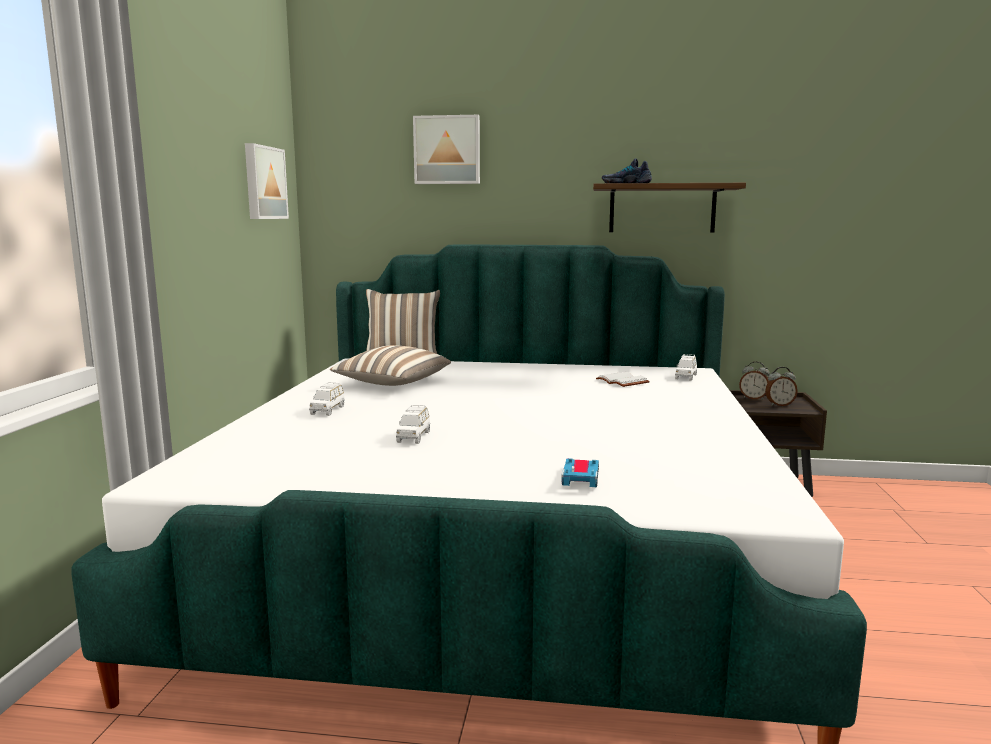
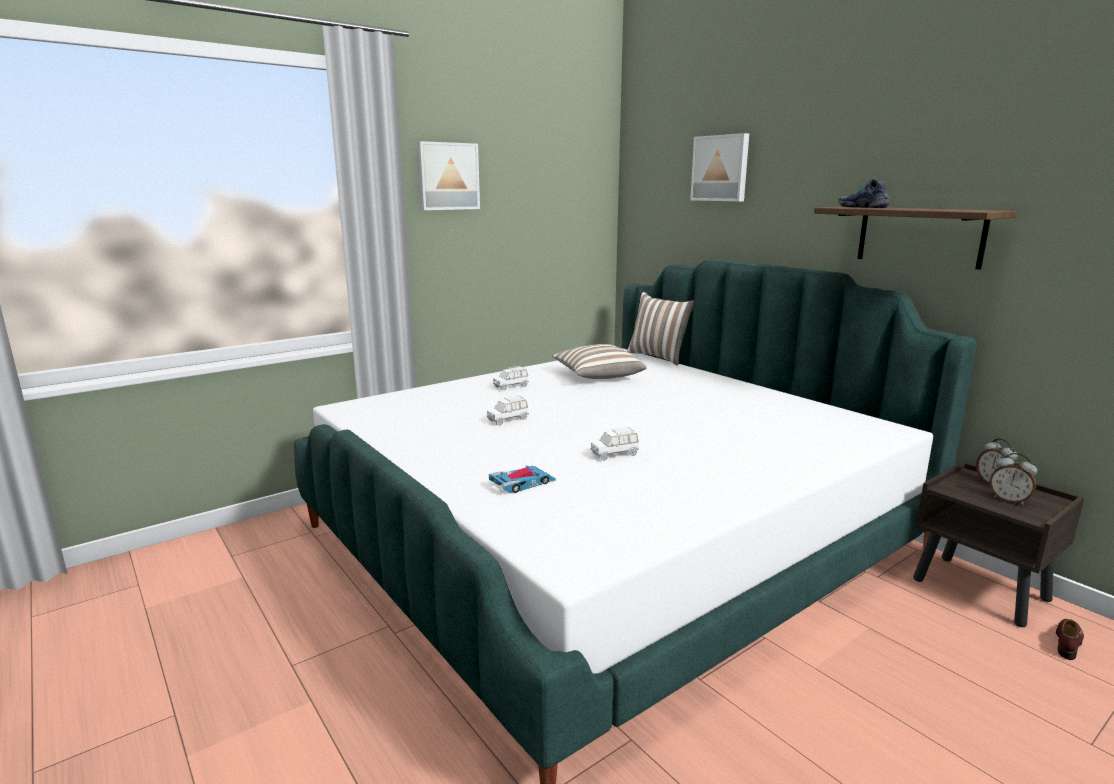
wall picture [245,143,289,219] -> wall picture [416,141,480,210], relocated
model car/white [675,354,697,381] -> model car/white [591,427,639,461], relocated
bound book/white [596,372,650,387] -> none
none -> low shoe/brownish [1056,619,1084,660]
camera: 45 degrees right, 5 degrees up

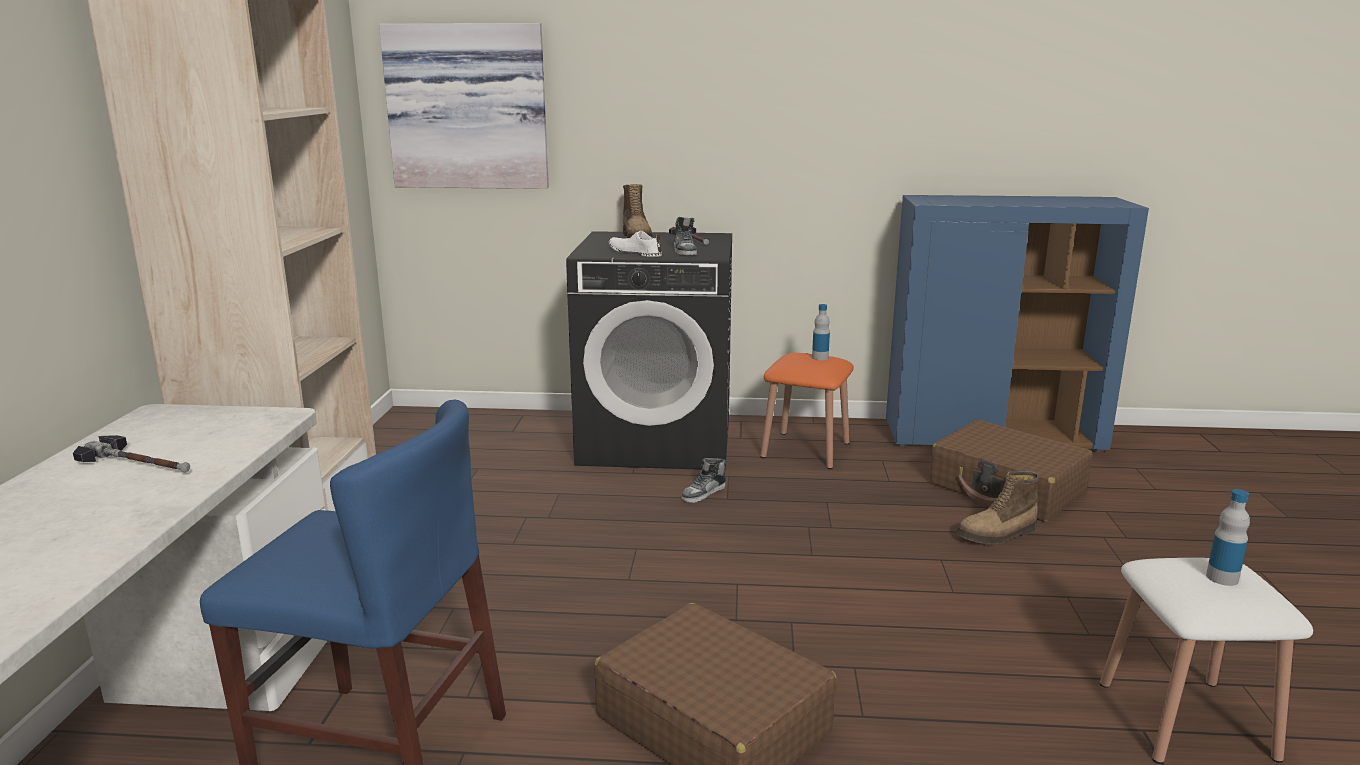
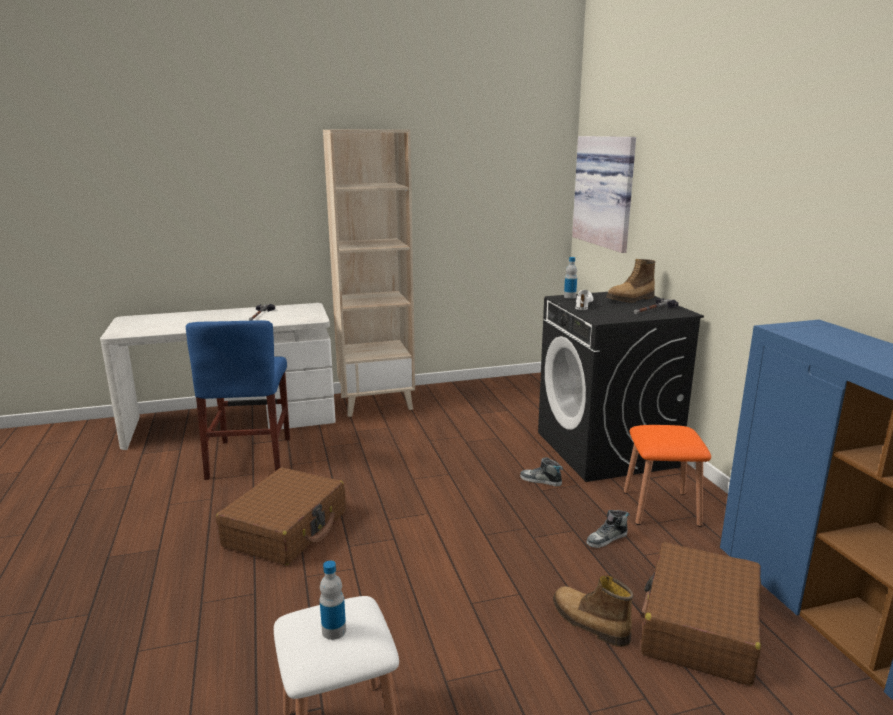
low shoe [674,217,697,255] -> low shoe [586,510,630,548], relocated
beverage bottle [812,304,830,360] -> beverage bottle [564,257,577,299], relocated
camera: 70 degrees right, 0 degrees up

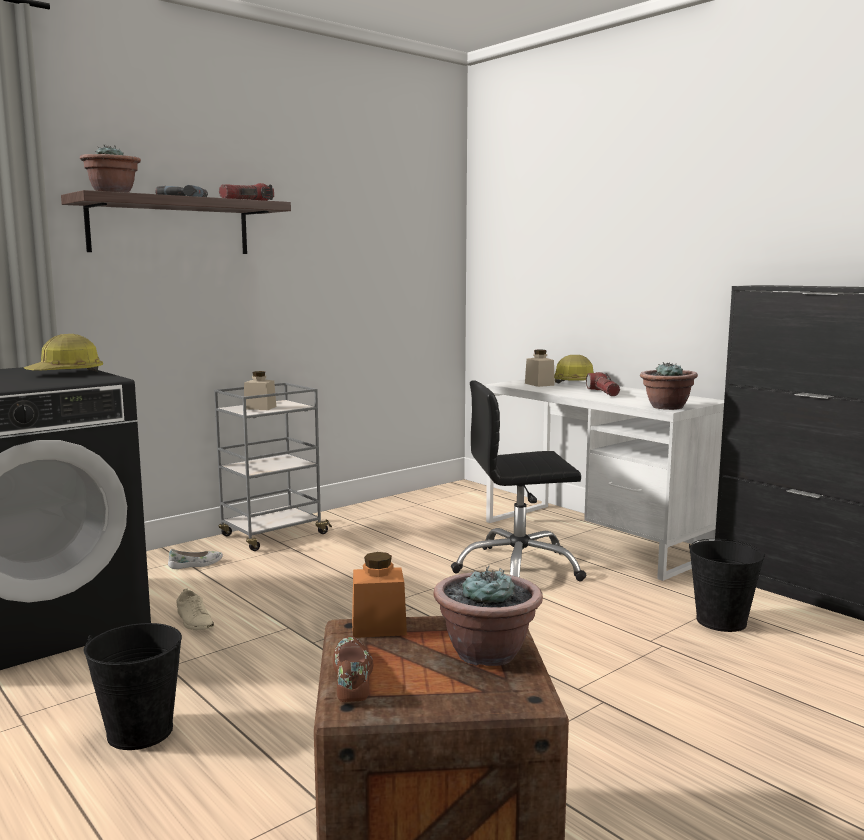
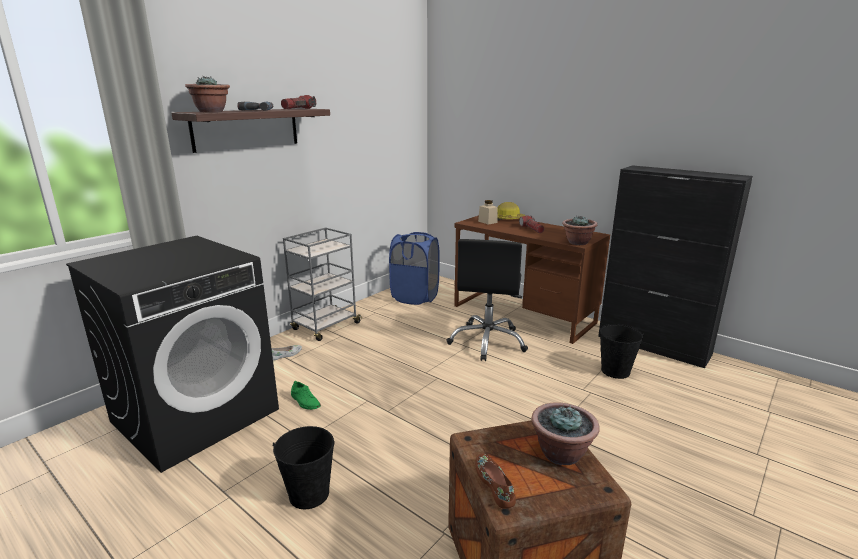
hard hat [24,334,103,372] -> none
jar/beige-coloured [244,371,276,410] -> none
desk/white [486,379,724,581] -> desk/brownish [454,215,610,344]
computer chair/black [451,380,586,582] -> computer chair/black [446,239,528,361], 60 degrees counterclockwise
jar/orange [352,552,407,638] -> none
low shoe/beige-coloured [176,588,214,630] -> low shoe/greenish [291,381,321,410]
none -> washing basket/blue [389,232,439,305]
camera: 10 degrees left, 10 degrees up

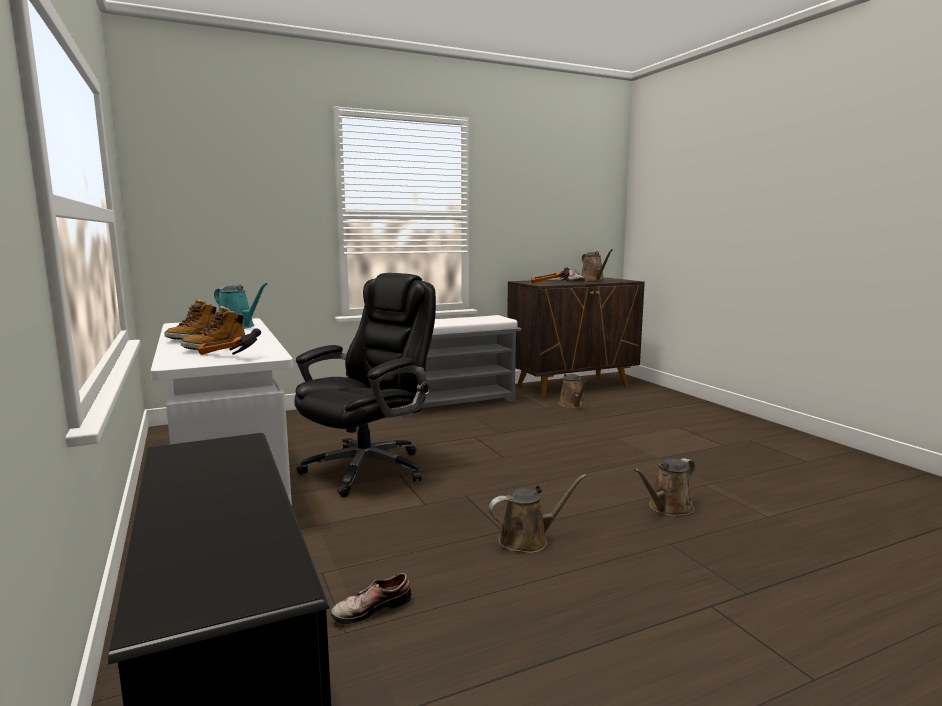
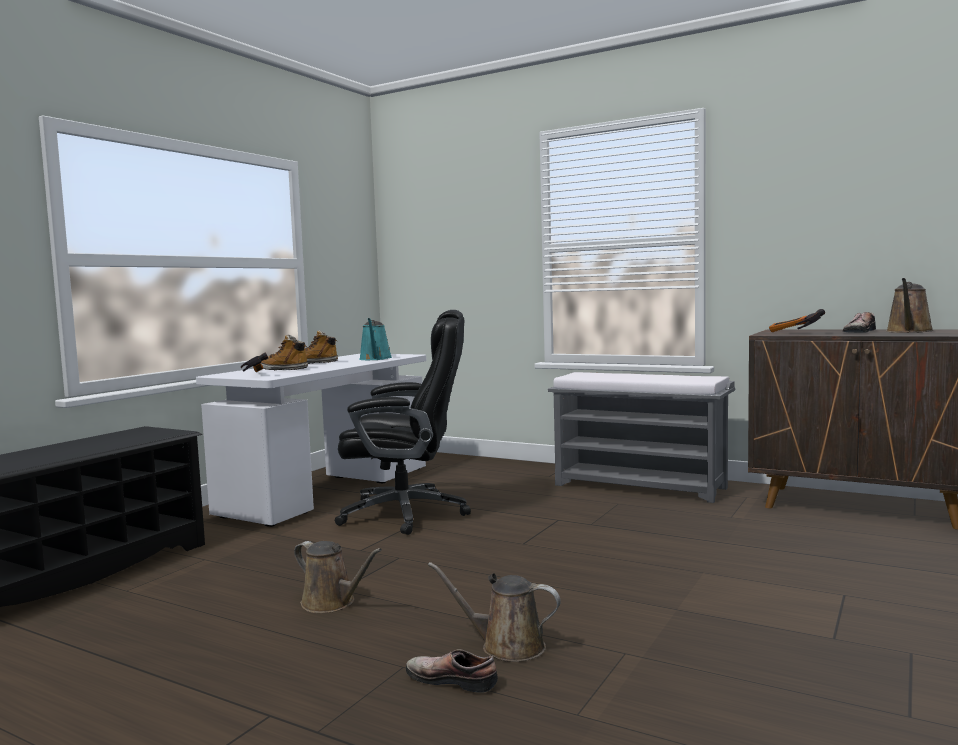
sprinkling can/brownish [559,373,588,408] -> none
low shoe [331,573,411,624] -> low shoe [406,650,498,693], relocated
camera: 55 degrees right, 5 degrees down

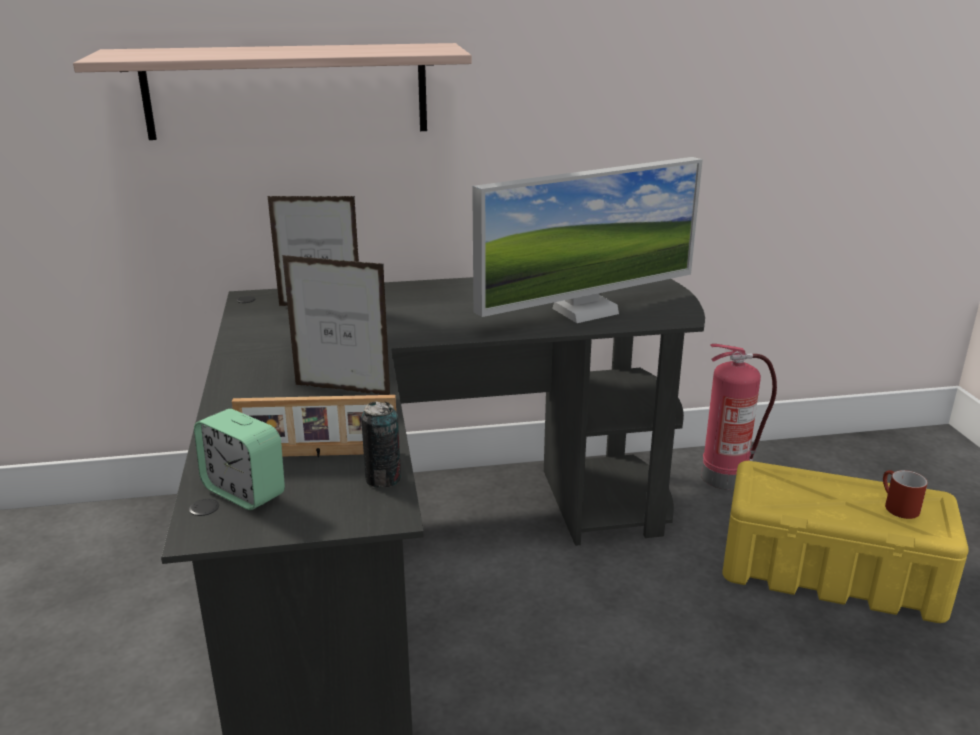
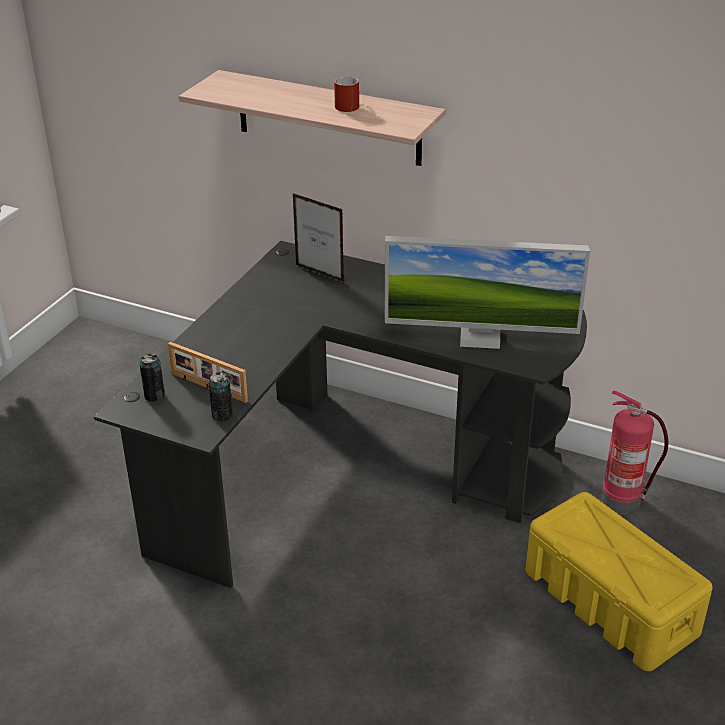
photo frame [282,255,390,395] -> none
alarm clock [194,409,285,510] -> metal can [139,354,165,402]
coffee mug/reddish [883,470,928,519] -> coffee mug/reddish [334,76,359,112], relocated
camera: 35 degrees right, 10 degrees up

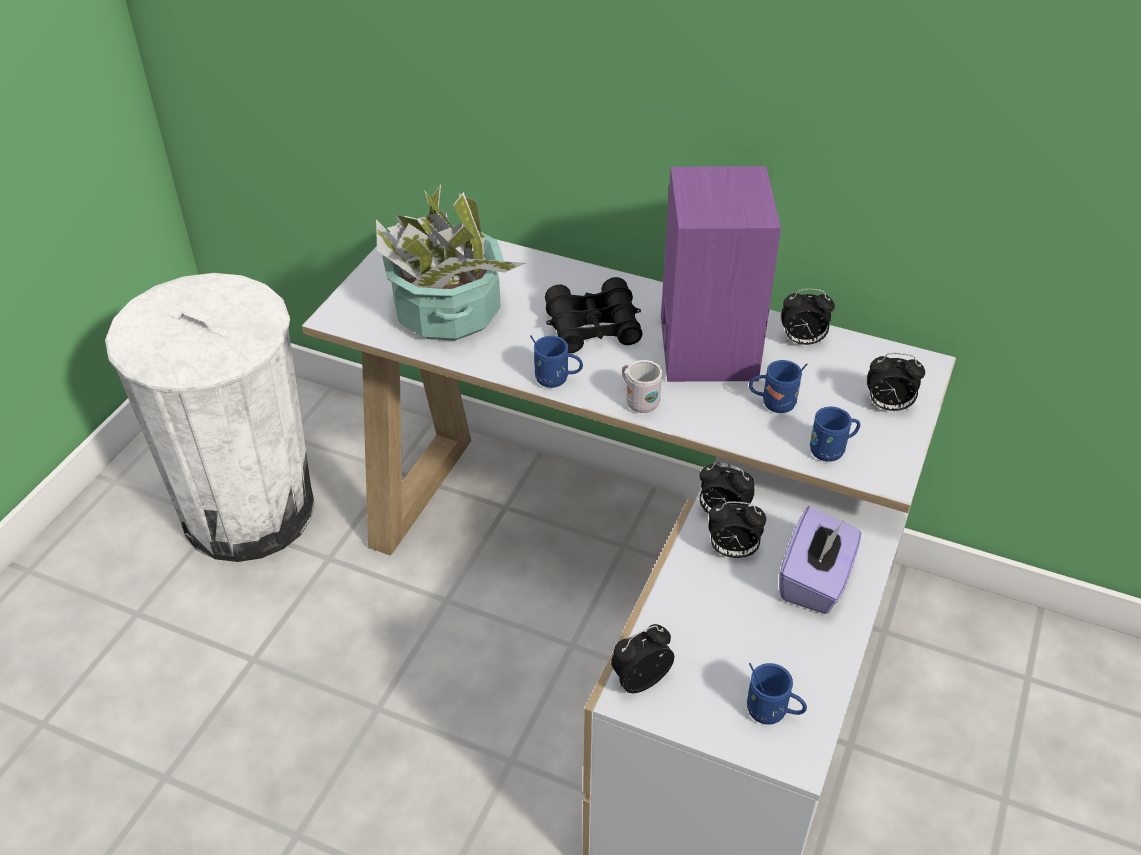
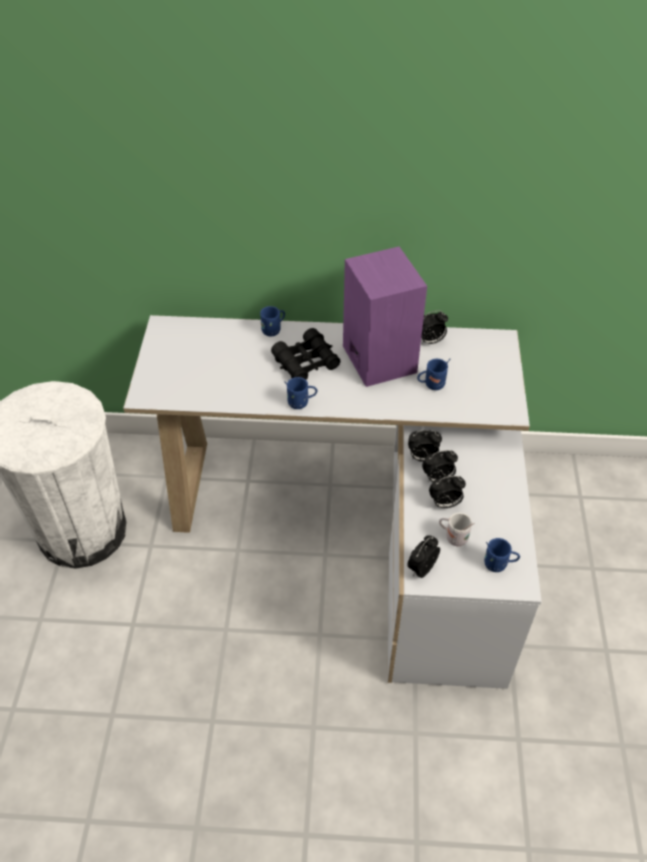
plant in a pot [376,185,526,341] -> none
alarm clock [867,353,925,411] -> alarm clock [429,476,466,508], relocated
coffee mug/white [622,360,662,413] -> coffee mug/white [439,513,475,546], relocated
coffee mug/blue [810,407,860,462] -> coffee mug/blue [260,306,285,336], relocated
box of tissues/purple-coloured [779,506,861,614] -> none
camera: 20 degrees left, 5 degrees up

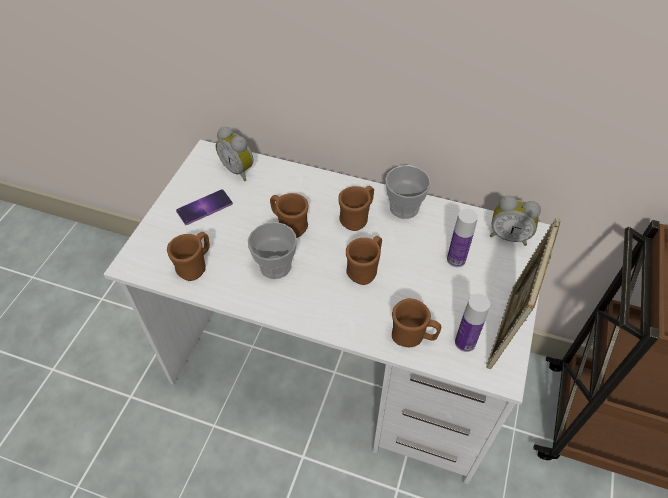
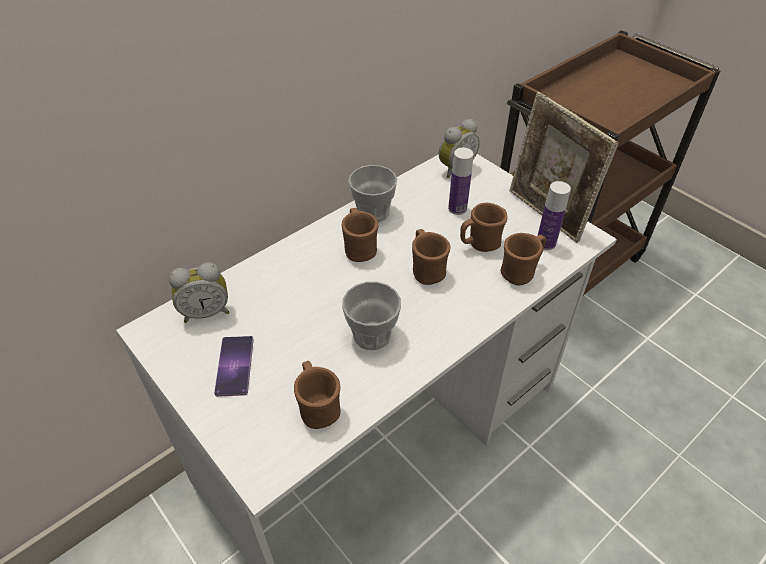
coffee mug/brownish [270,193,308,238] -> coffee mug/brownish [460,203,508,252], relocated
camera: 60 degrees left, 5 degrees down

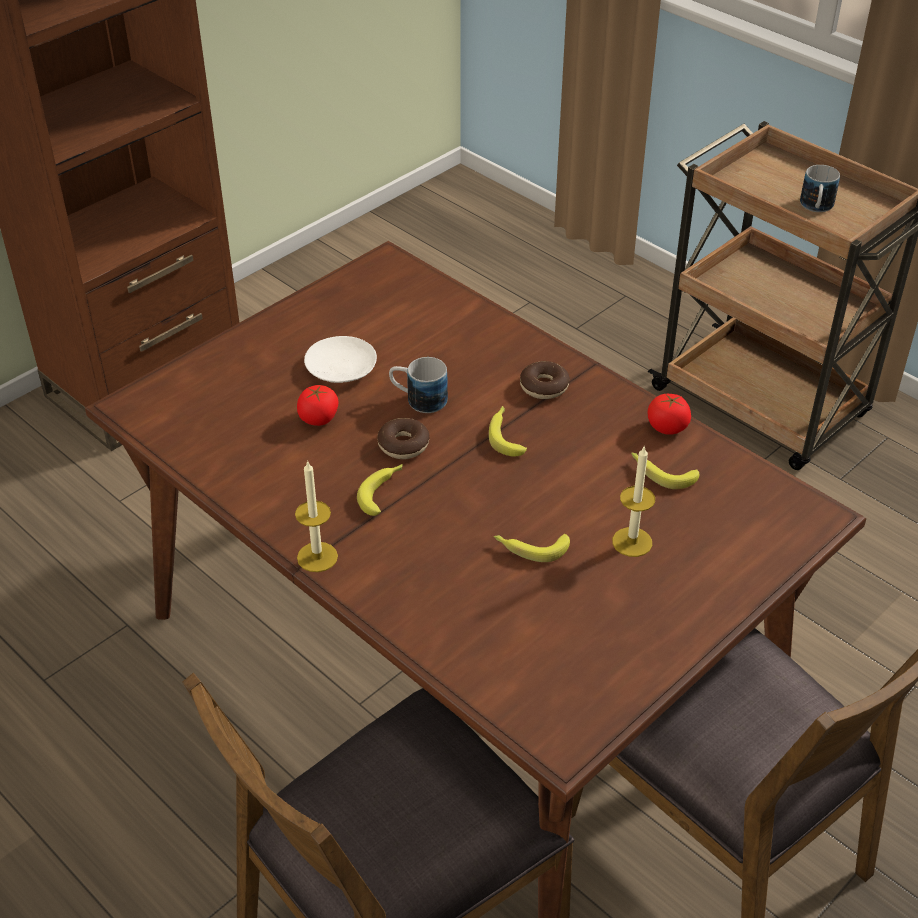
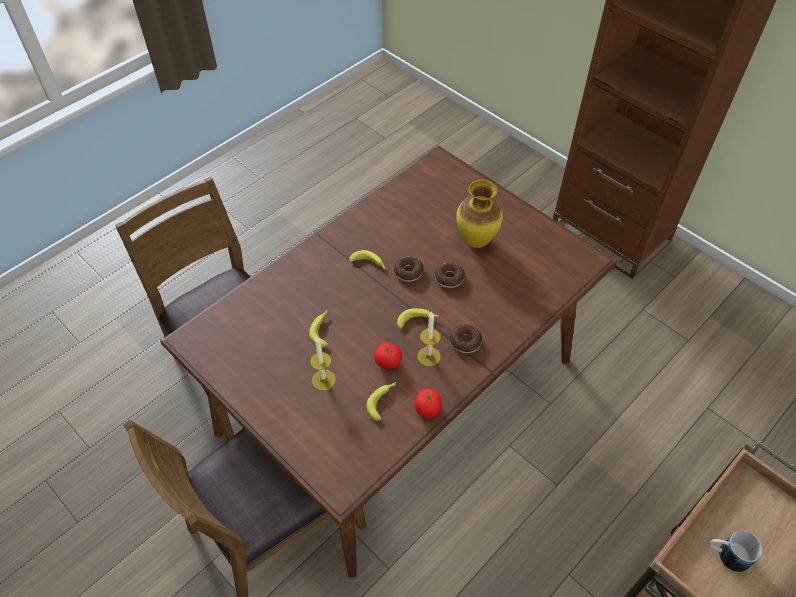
dinner plate/white [304,336,377,383] -> vase [456,179,503,248]
coffee mug [389,357,448,413] -> doughnut [434,262,465,288]
fresh tomato [297,385,338,426] -> fresh tomato [374,343,402,369], relocated
candle [295,460,338,572] -> candle [417,312,441,367], relocated
camera: 90 degrees right, 10 degrees up

